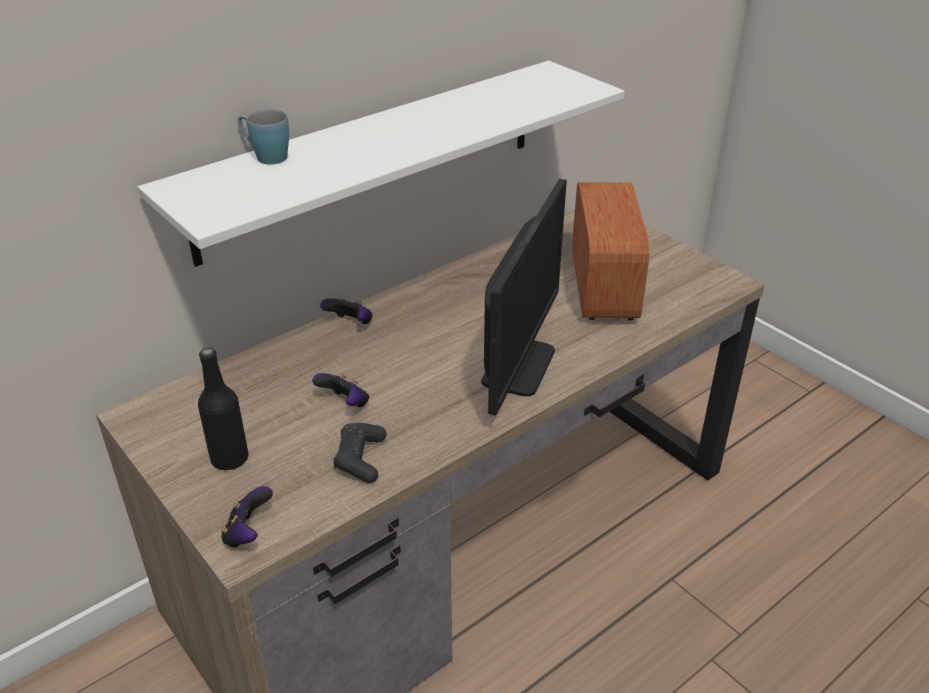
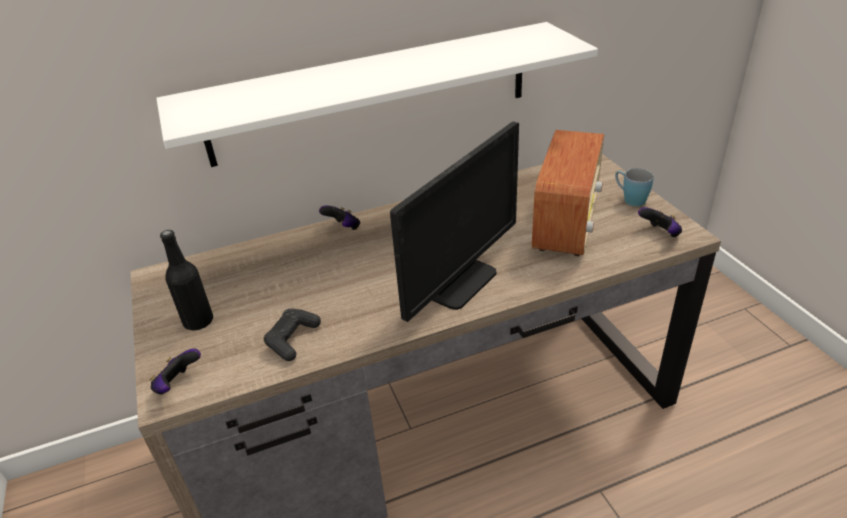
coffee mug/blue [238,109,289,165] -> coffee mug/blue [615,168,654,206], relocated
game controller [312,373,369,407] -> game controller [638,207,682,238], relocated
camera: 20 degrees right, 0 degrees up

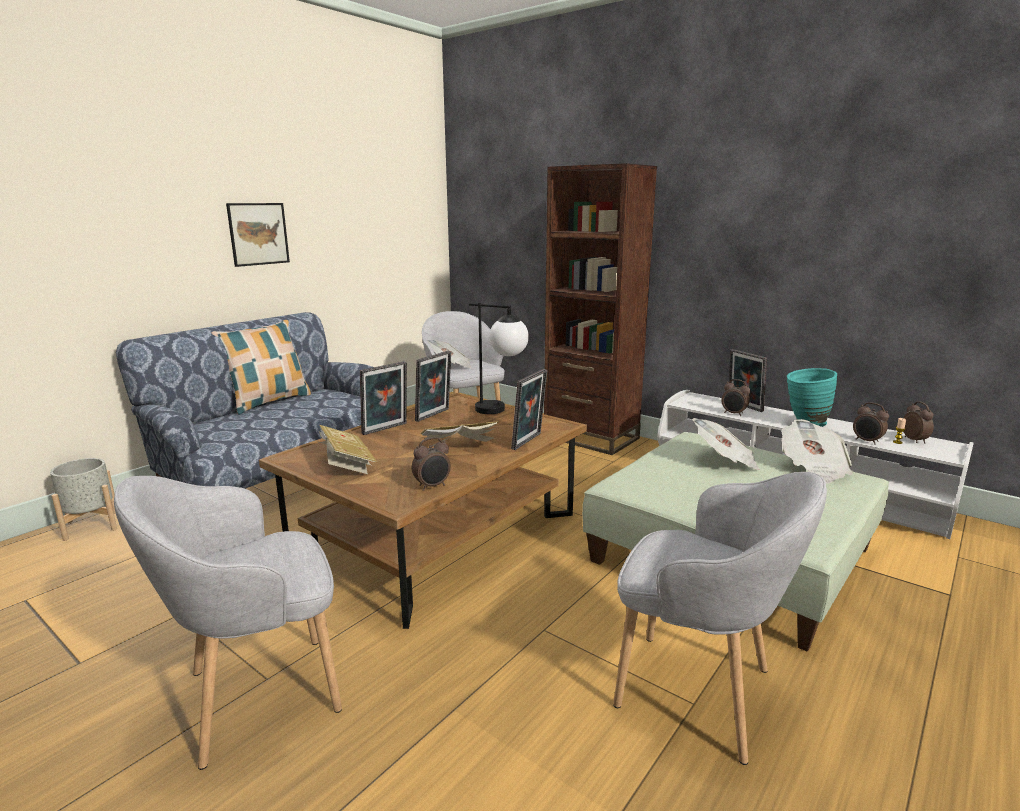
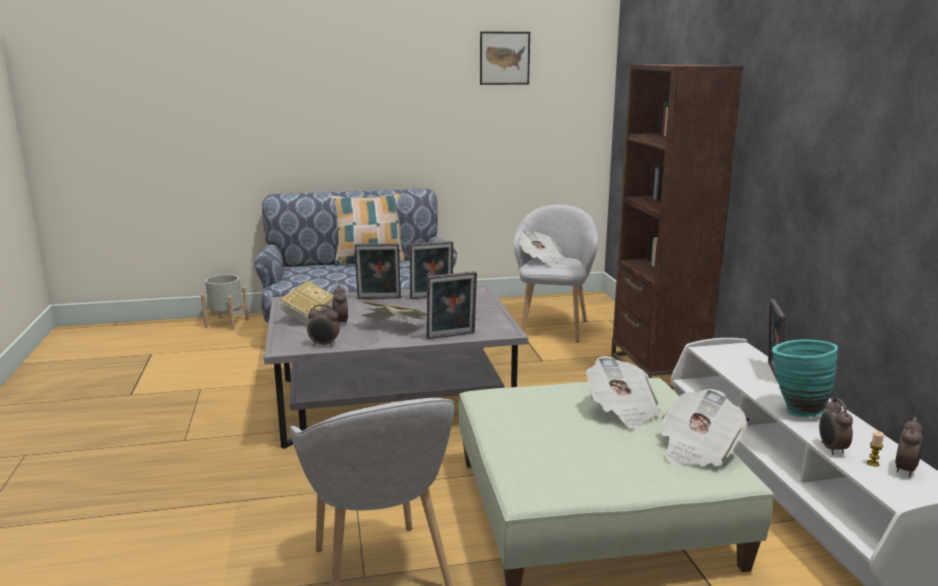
wall picture [226,203,290,267] -> wall picture [480,32,530,85], relocated
table lamp [469,303,529,414] -> none
alarm clock [721,379,751,416] -> alarm clock [333,284,348,323], relocated
lounge table/brownish [259,393,587,629] -> lounge table/greyish [264,284,528,449]
lounge chair/greyish [114,476,342,770] -> none
camera: 40 degrees right, 0 degrees up

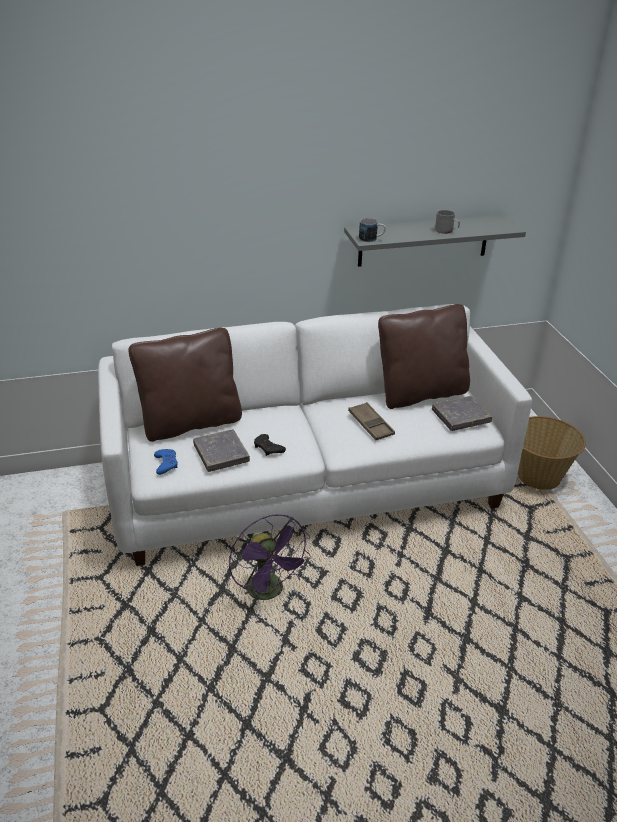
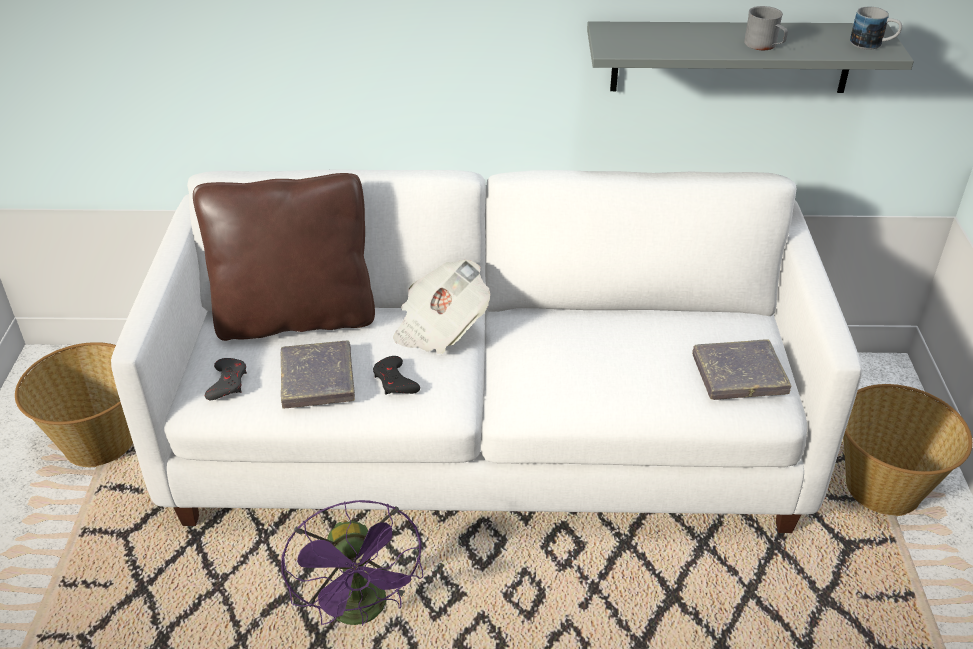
coffee mug [359,218,386,242] -> coffee mug [850,7,902,50], relocated
cushion/brownish [378,304,470,409] -> none
serving tray/brownish [348,402,395,441] -> none
game controller/blue [154,449,178,475] -> game controller/greyish [205,358,247,400]
none -> newspaper [393,260,490,354]
none -> storage basket [15,342,133,467]
camera: 15 degrees right, 5 degrees up

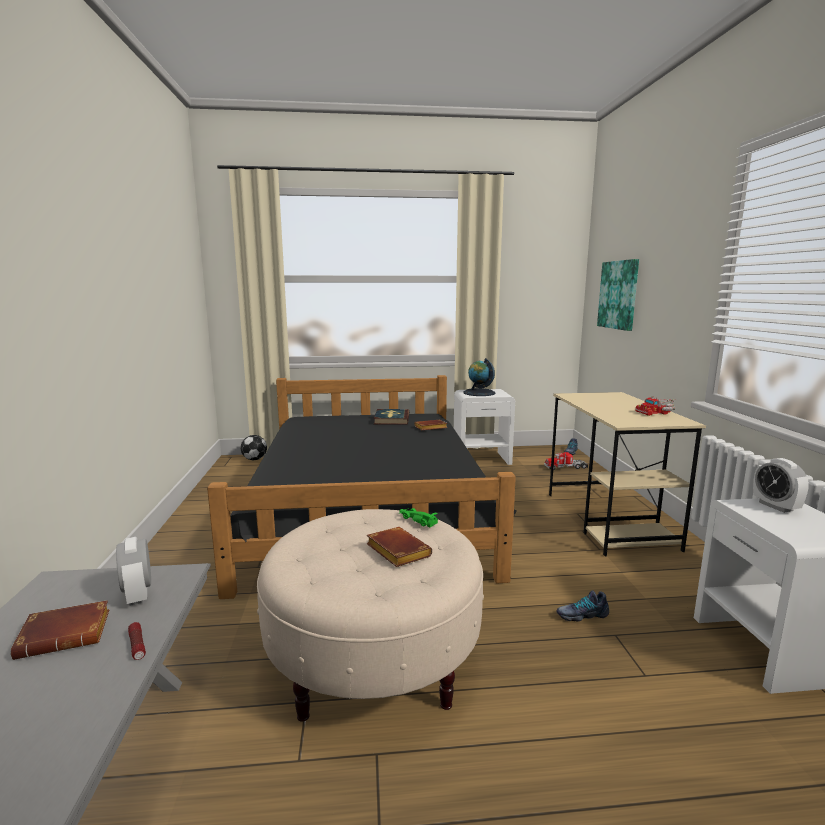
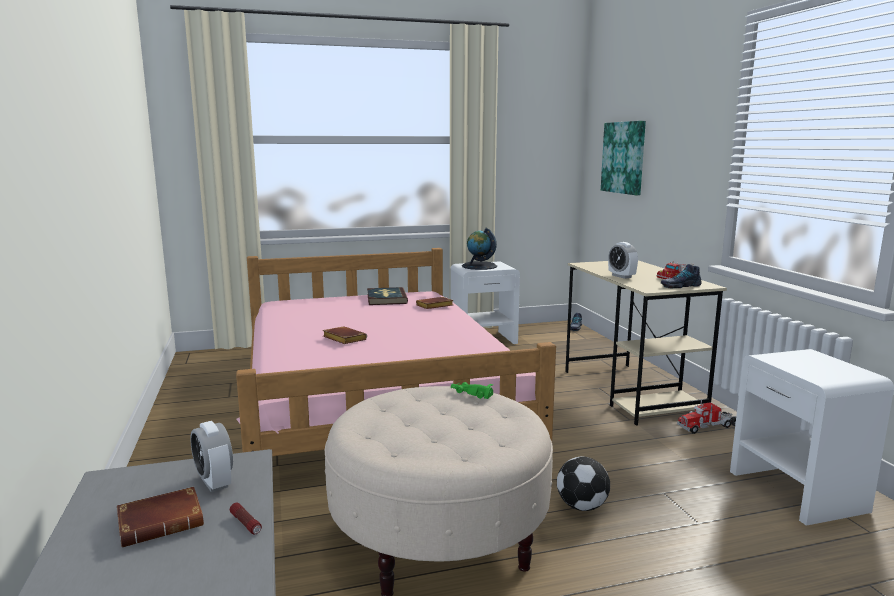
bed/black [207,375,517,599] -> bed/pink [236,248,556,456]
football [240,435,267,460] -> football [557,456,610,511], relocated
model truck [544,450,588,470] -> model truck [677,399,736,434], relocated
alarm clock [753,458,809,513] -> alarm clock [608,242,638,279], relocated
bound book/brownish [366,527,432,567] -> bound book/brownish [323,326,367,344], relocated
low shoe [557,590,609,621] -> low shoe [661,264,702,288], relocated
camera: 10 degrees left, 0 degrees up

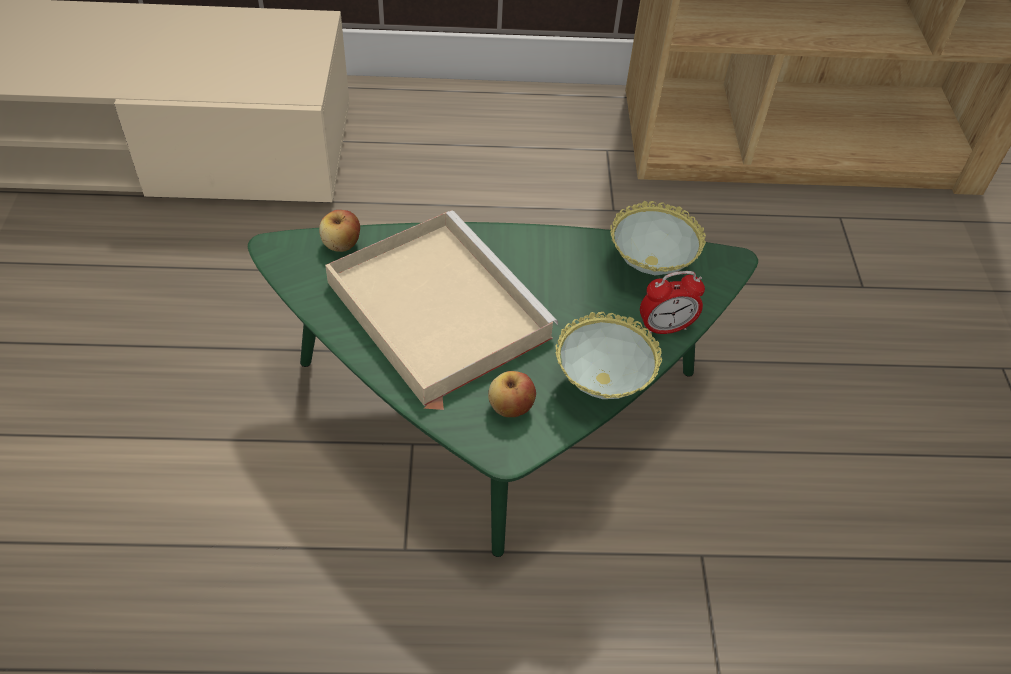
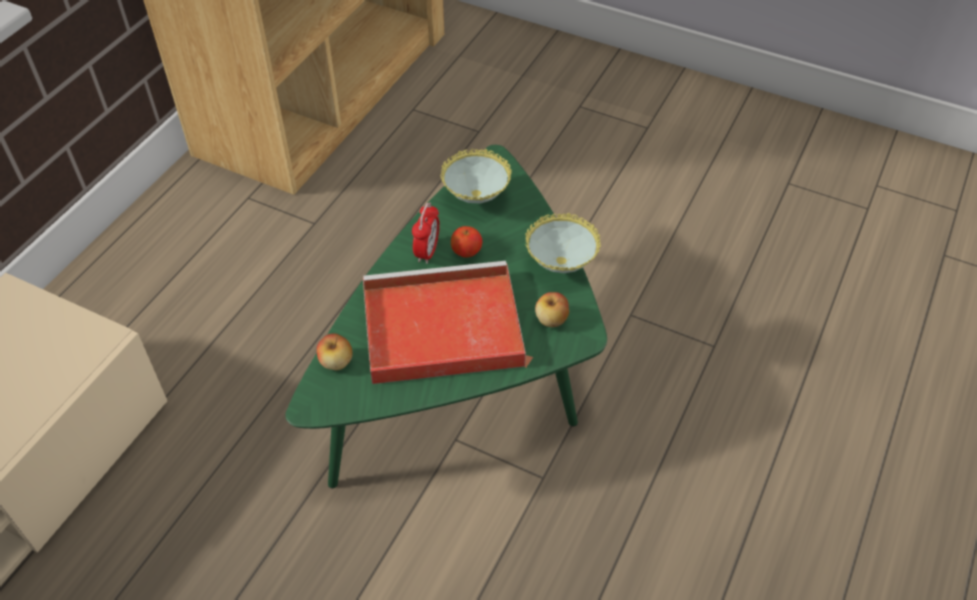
serving tray/beige-coloured [325,211,558,406] -> serving tray/reddish [363,261,526,384]
alarm clock [640,271,705,334] -> alarm clock [412,203,440,264], relocated
none -> apple [451,226,482,258]
camera: 60 degrees left, 0 degrees up

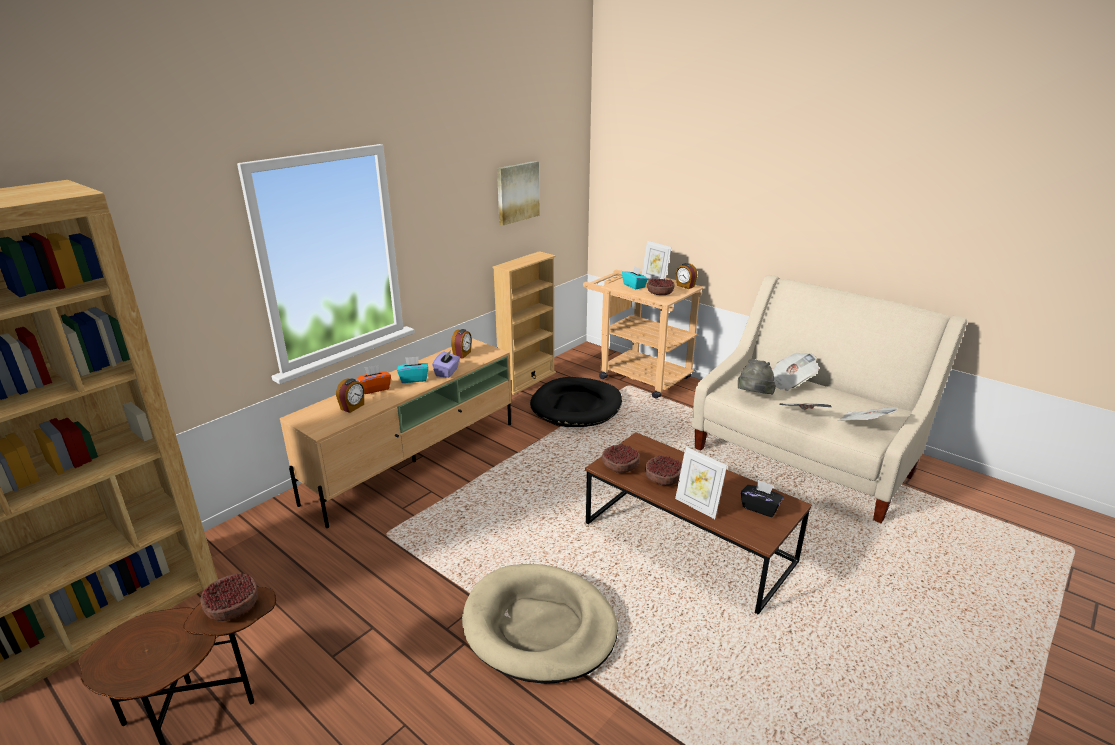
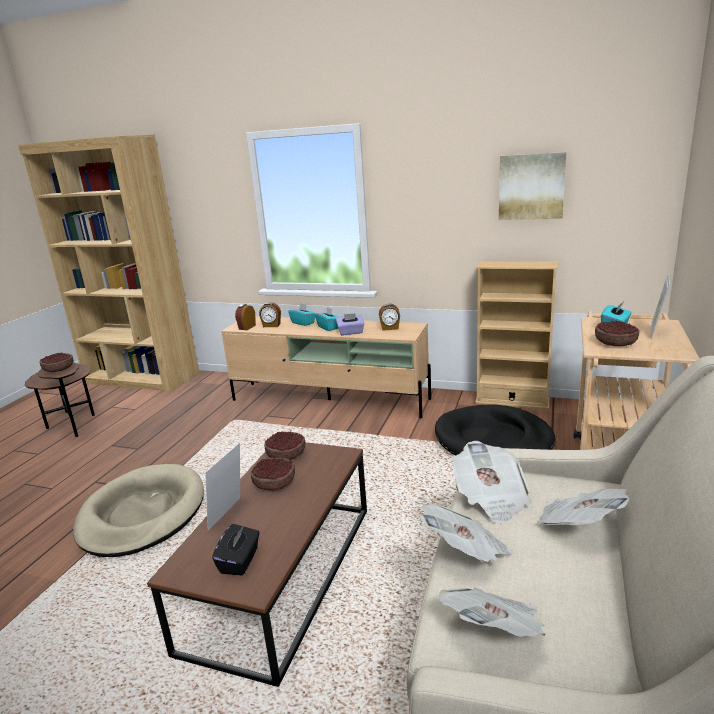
alarm clock [676,263,697,289] -> alarm clock [235,304,256,330], relocated
hat/greyish [738,359,776,395] -> newspaper [453,441,532,524]
box of tissues/orange [357,365,391,394] -> box of tissues/turquoise [288,303,315,326]
camera: 70 degrees right, 5 degrees down

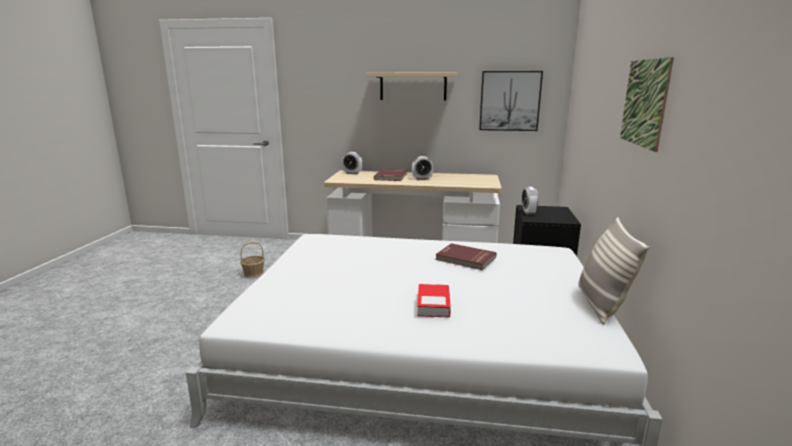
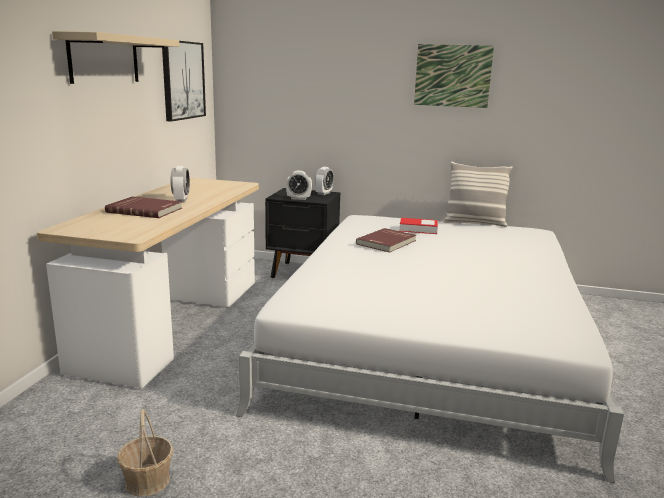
alarm clock [342,152,362,175] -> alarm clock [315,167,334,195], relocated
bound book [417,284,451,318] -> bound book [399,218,438,234], relocated
camera: 85 degrees left, 0 degrees up

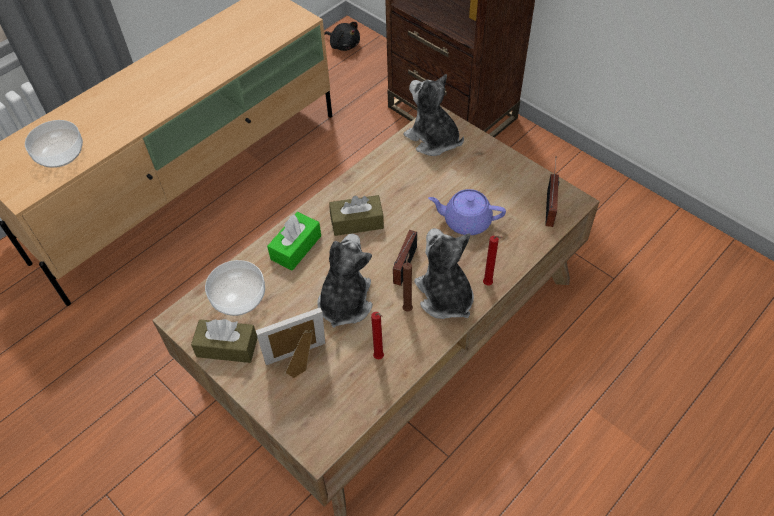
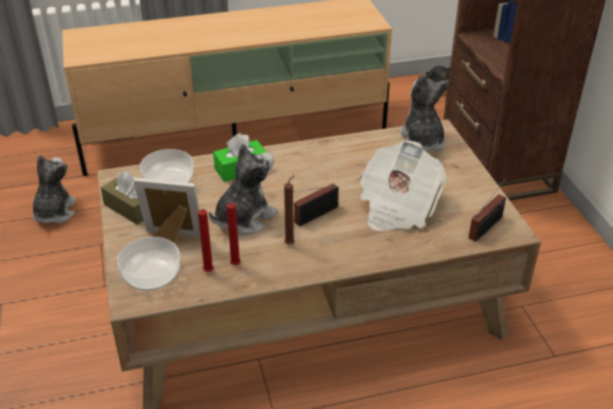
bowl [25,120,83,168] -> bowl [117,237,180,291], relocated
tea pot/purple-coloured [428,189,506,235] -> newspaper [359,140,447,231]
box of tissues/brownish [329,195,384,236] -> none
soft toy [414,228,474,319] -> soft toy [33,155,76,224], relocated
candle/reddish [483,236,503,285] -> candle/reddish [198,209,214,272], relocated
camera: 30 degrees right, 15 degrees down

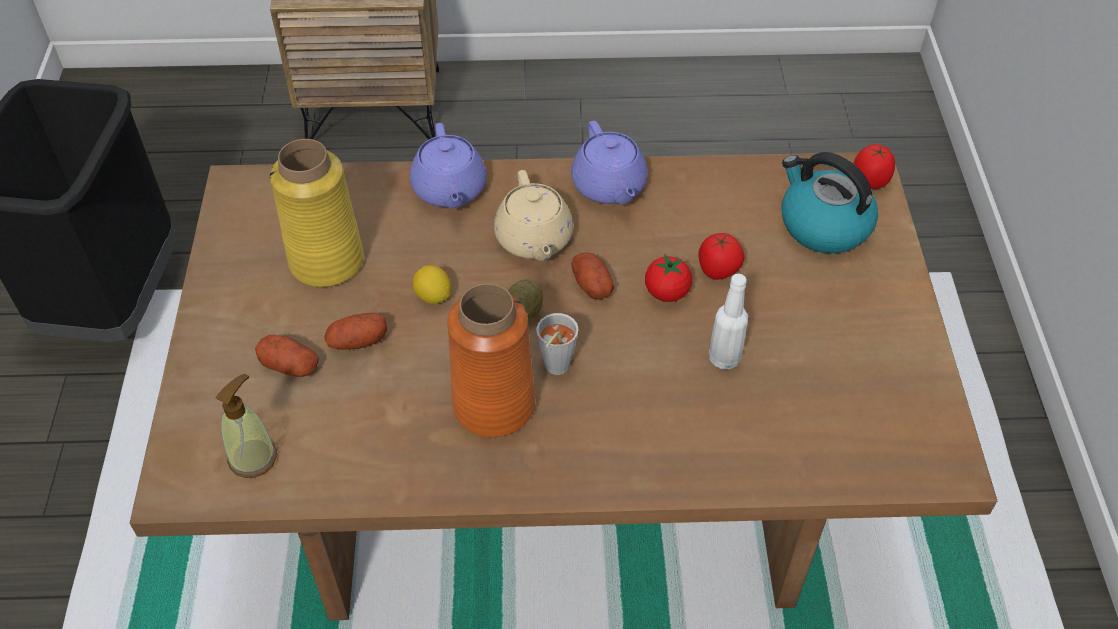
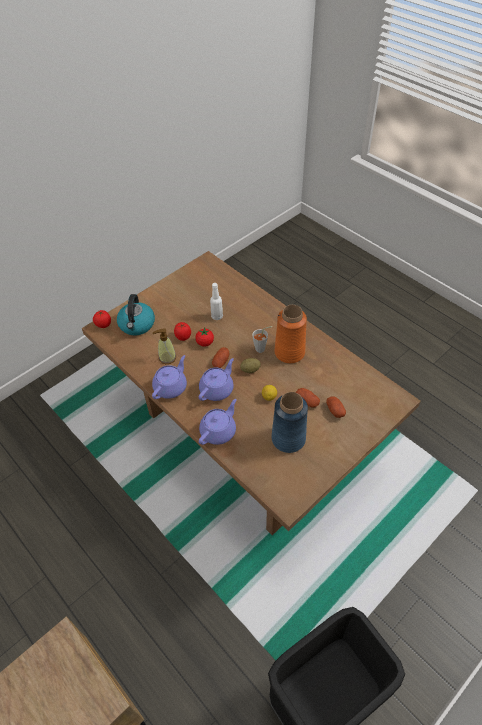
vase/yellowish [270,139,364,287] -> vase/blue [271,392,308,453]
tea pot/beige-coloured [494,170,573,261] -> tea pot/purple-coloured [199,358,234,401]
soap bottle [215,374,277,478] -> soap bottle [153,329,176,364], relocated
camera: 130 degrees left, 0 degrees up

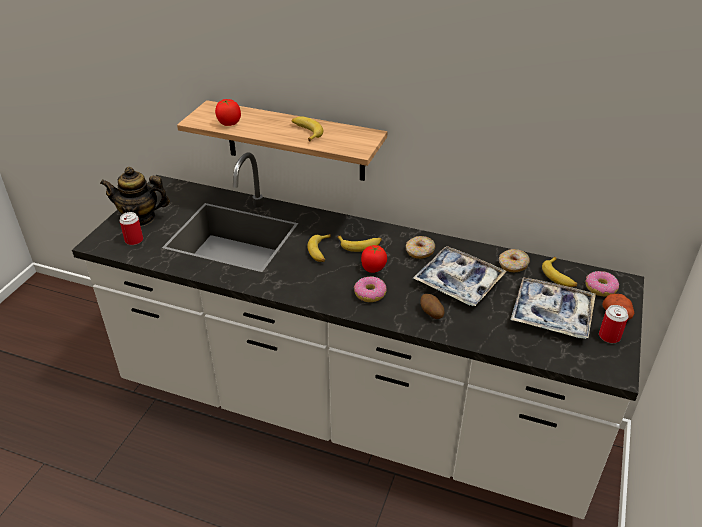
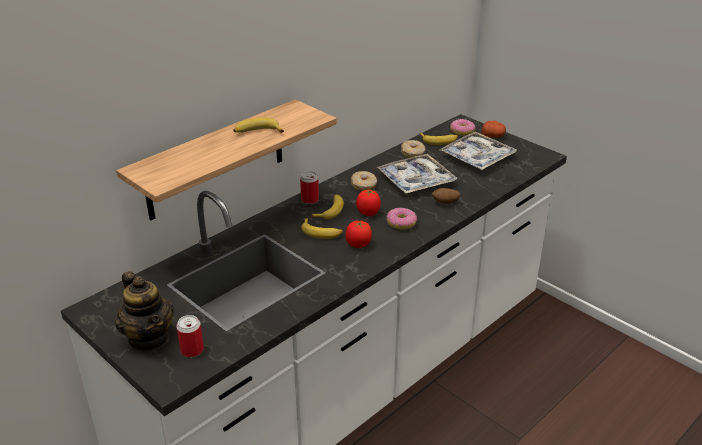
fresh tomato [215,99,241,126] -> fresh tomato [345,221,372,248], relocated
tea pot [100,167,170,227] -> tea pot [115,271,174,351], 60 degrees counterclockwise
metal can [599,305,628,343] -> metal can [300,171,319,204], relocated
camera: 65 degrees left, 5 degrees down

